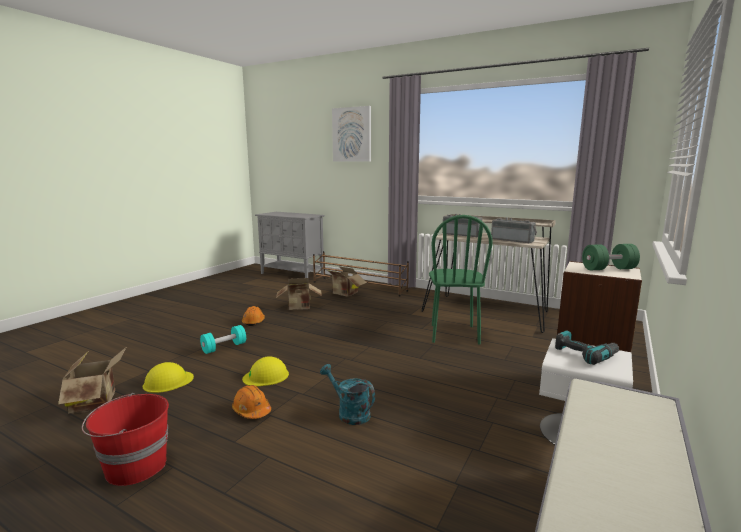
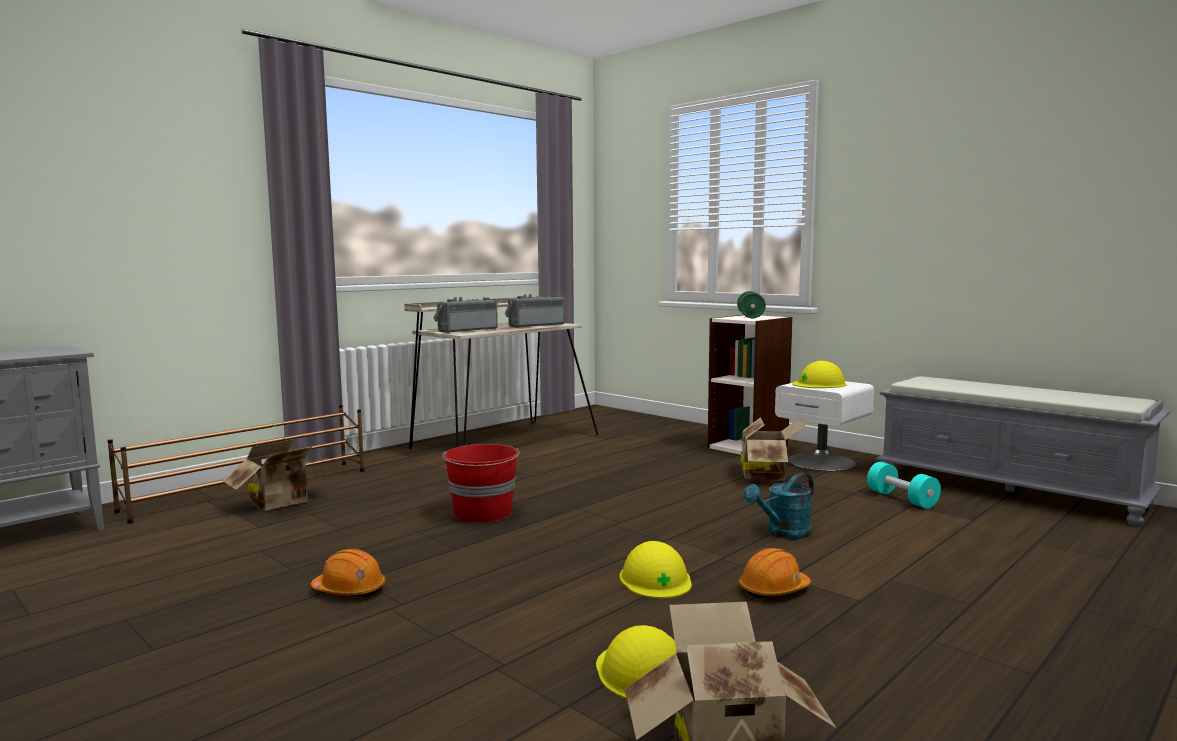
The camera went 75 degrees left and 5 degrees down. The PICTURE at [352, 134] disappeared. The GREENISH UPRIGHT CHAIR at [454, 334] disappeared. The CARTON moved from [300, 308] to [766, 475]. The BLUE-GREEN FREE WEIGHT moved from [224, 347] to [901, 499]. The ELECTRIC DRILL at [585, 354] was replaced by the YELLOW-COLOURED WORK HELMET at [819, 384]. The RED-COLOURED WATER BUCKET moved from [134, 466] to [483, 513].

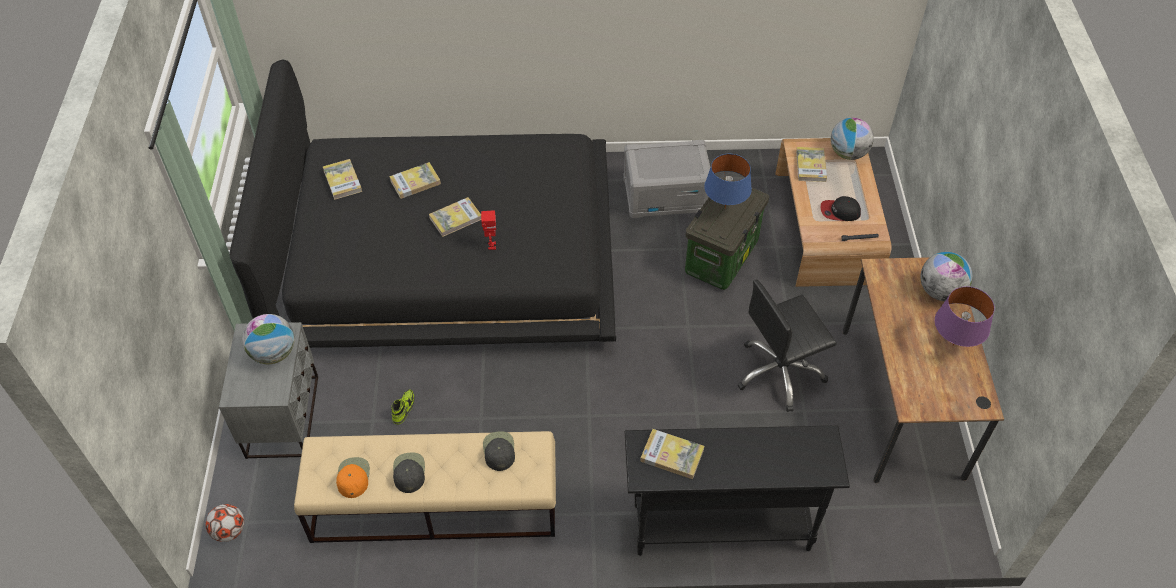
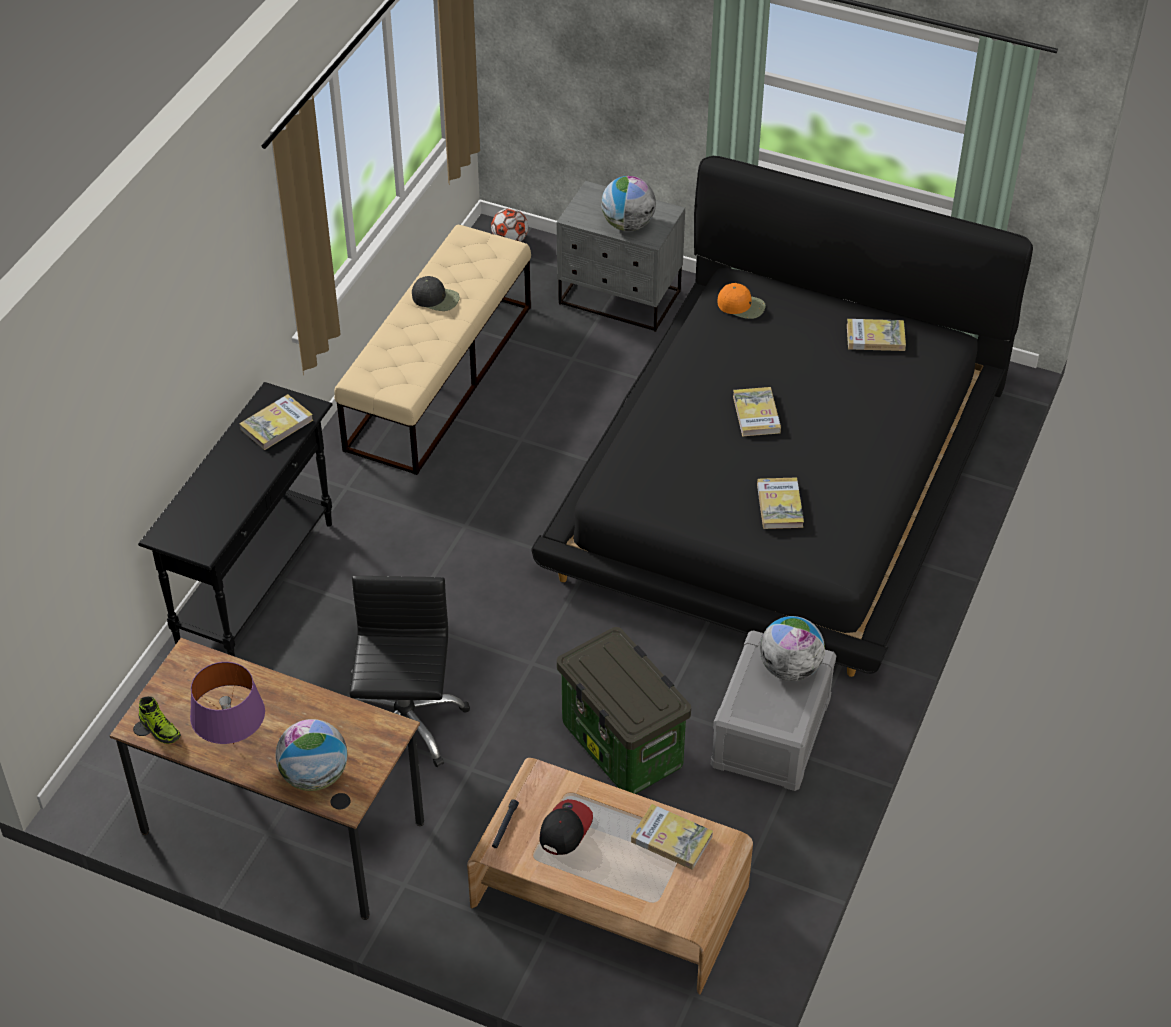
The camera went 115 degrees right and 5 degrees down. The WORLD GLOBE moved from [848, 153] to [790, 668]. The BLUE TABLE LAMP at [724, 208] disappeared. The BOUND BOOK moved from [415, 182] to [779, 505]. The ROBOT FIGURE at [491, 246] disappeared. The ITEM OF FOOTWEAR moved from [403, 409] to [160, 728]. The BLACKISH CAP at [498, 451] disappeared. The ORANGE CAP moved from [353, 477] to [741, 306].

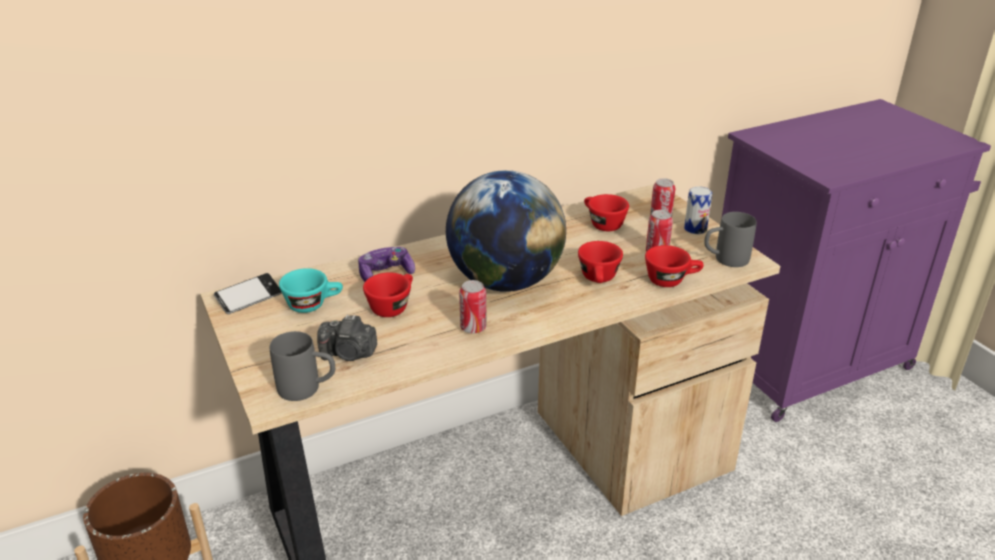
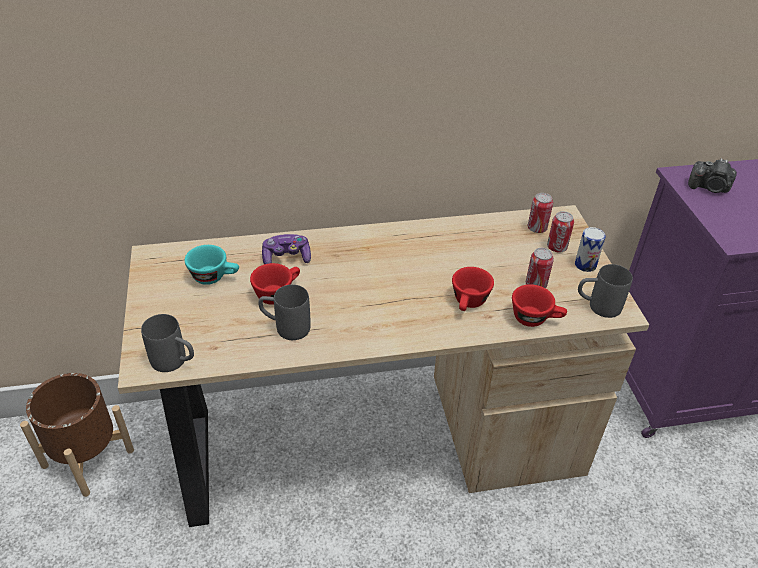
The camera went 15 degrees right and 10 degrees up. The WORLD GLOBE at [505, 282] disappeared. The RED-COLOURED SMALL CUP at [602, 224] disappeared. The PHONE at [249, 298] disappeared. The CAN moved from [473, 328] to [537, 228]. The STILL CAMERA moved from [349, 354] to [709, 188]. The GREYISH TEA MUG at [285, 327] appeared.

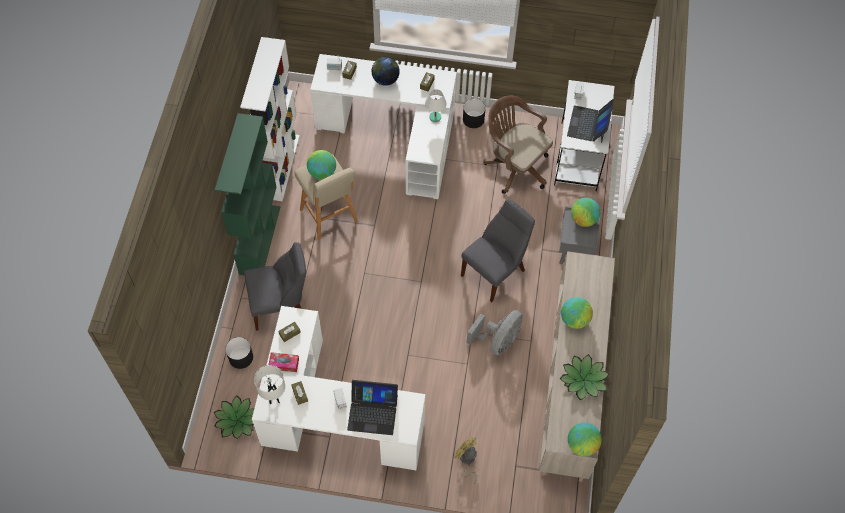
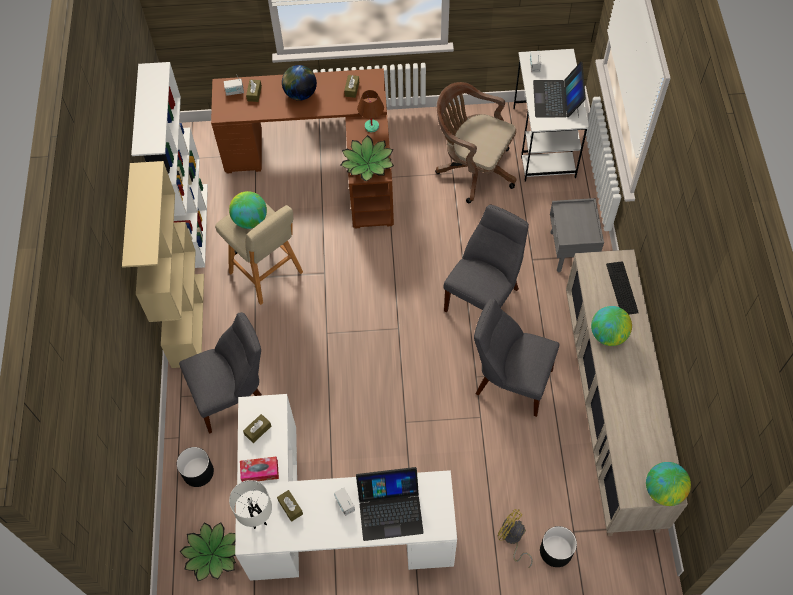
The camera went 10 degrees left and 0 degrees up. The WHITE-COLOURED DESK at [396, 135] became the BROWN DESK at [324, 161]. The WHITE-COLOURED TABLE LAMP at [435, 117] became the BROWN TABLE LAMP at [372, 126]. The BLACKISH PLANTER moved from [473, 119] to [555, 551]. The GREENISH BOOKSHELF at [259, 239] became the SAND-COLOURED BOOKSHELF at [187, 319]. The WORLD GLOBE at [583, 219] disappeared. The GREYISH COOLING FAN at [498, 341] was replaced by the GREYISH UPRIGHT CHAIR at [510, 381]. The PLANT IN A POT moved from [583, 380] to [368, 163]. The KEYBOARD at [622, 288] appeared.

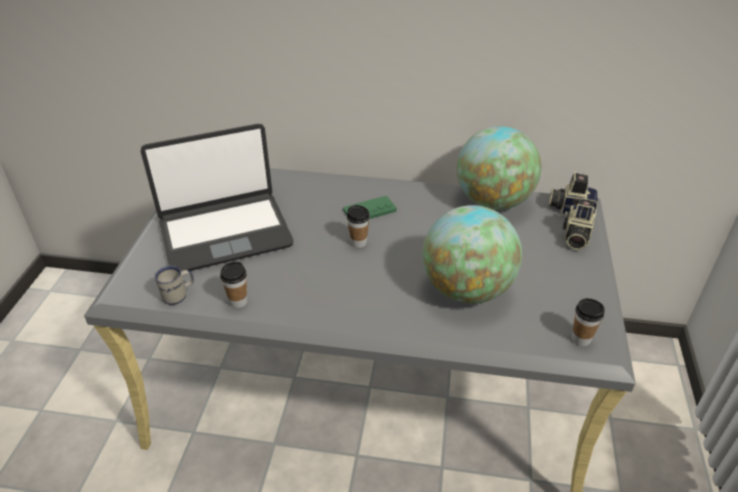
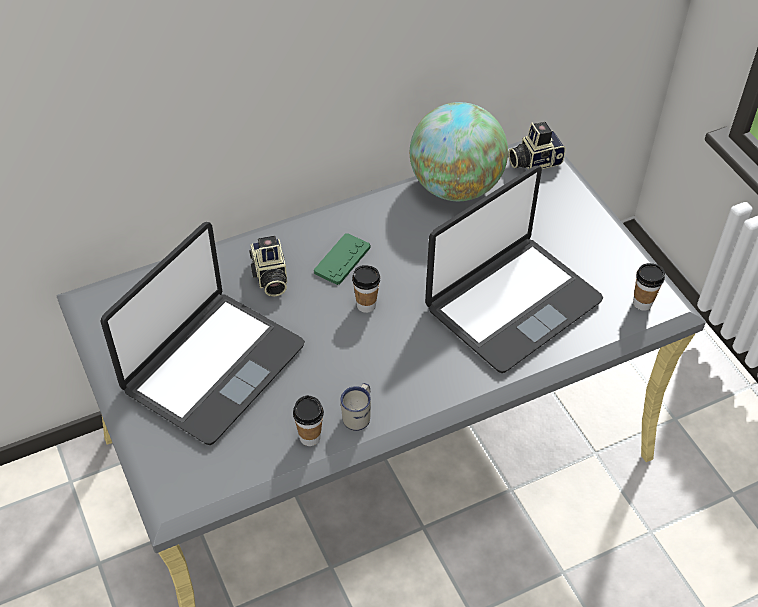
The camera went 35 degrees left and 10 degrees up. The STILL CAMERA moved from [575, 237] to [269, 277]. The WORLD GLOBE at [466, 289] was replaced by the LAPTOP at [512, 304]. The WHITE-COLOURED TEA MUG moved from [179, 295] to [359, 415].

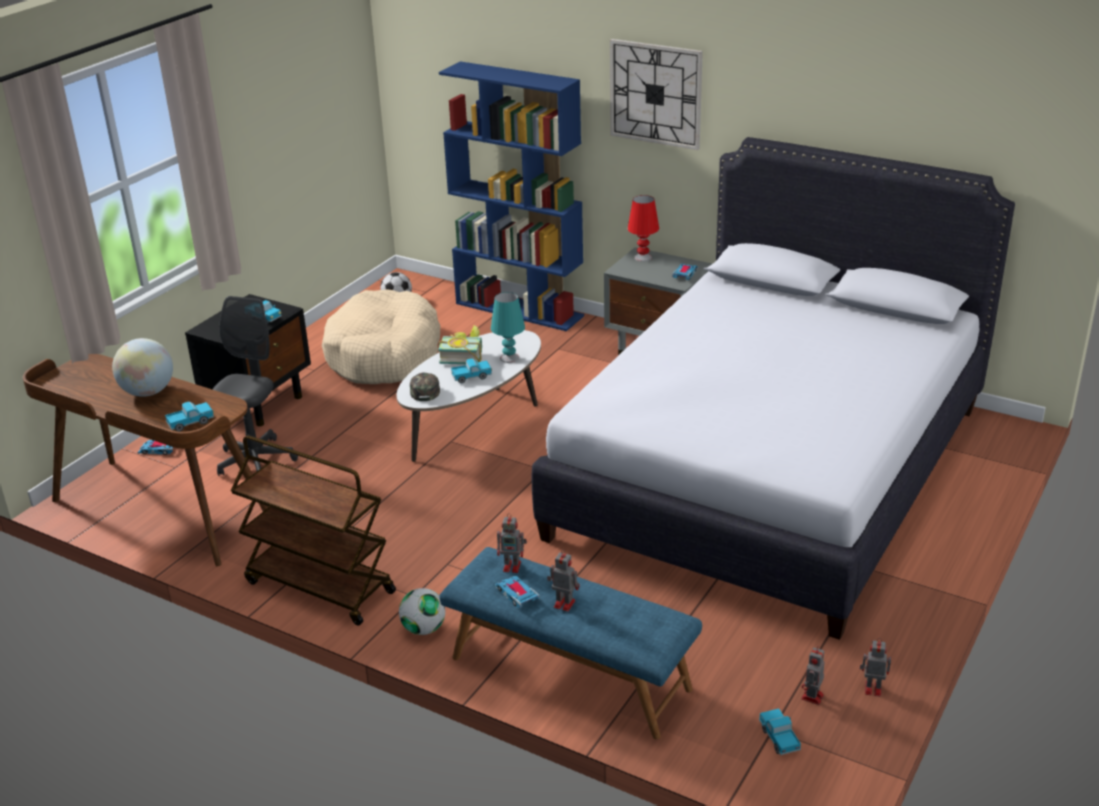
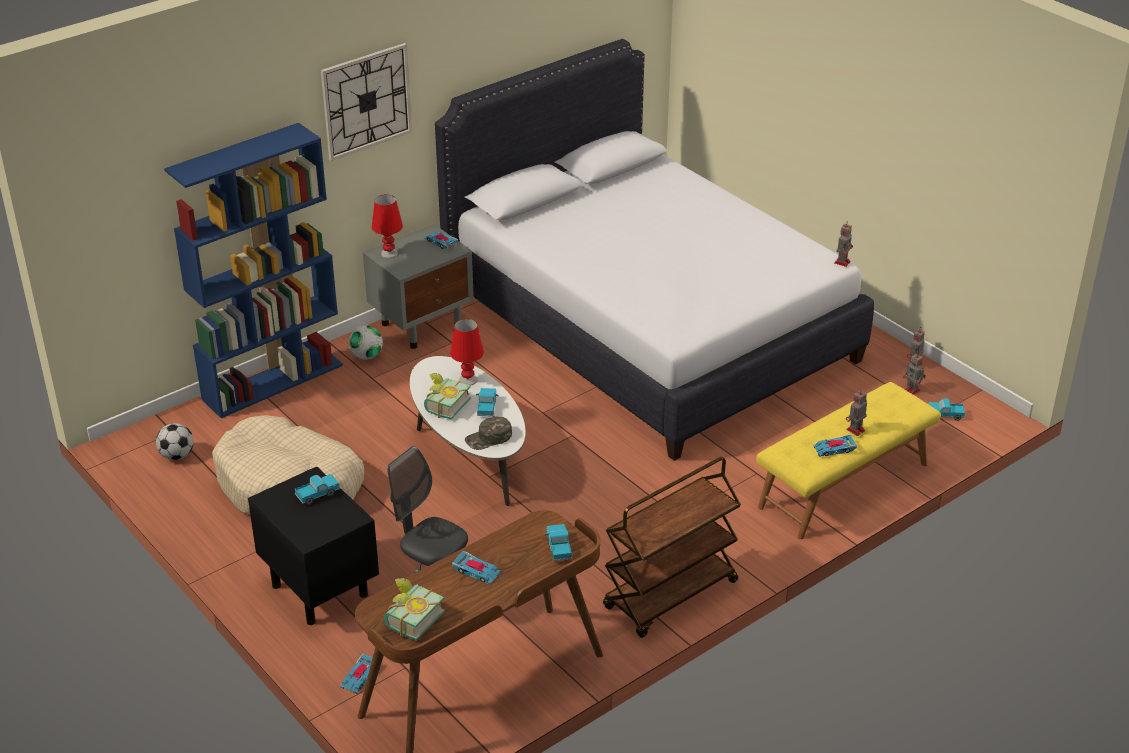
The camera went 70 degrees left and 5 degrees up. The BLUE-GREEN TABLE LAMP at [509, 358] became the RED-COLOURED TABLE LAMP at [468, 380]. The WORLD GLOBE at [148, 392] was replaced by the MINIATURE CAR at [476, 571]. The GREENISH CAP at [424, 389] turned 45 degrees counterclockwise. The ROBOT FIGURE moved from [513, 566] to [842, 262]. The BLUE BENCH at [569, 674] became the YELLOW-COLOURED BENCH at [844, 486]. The FOOTBALL BALL moved from [423, 629] to [366, 356]. The BOUND BOOK at [410, 619] appeared.

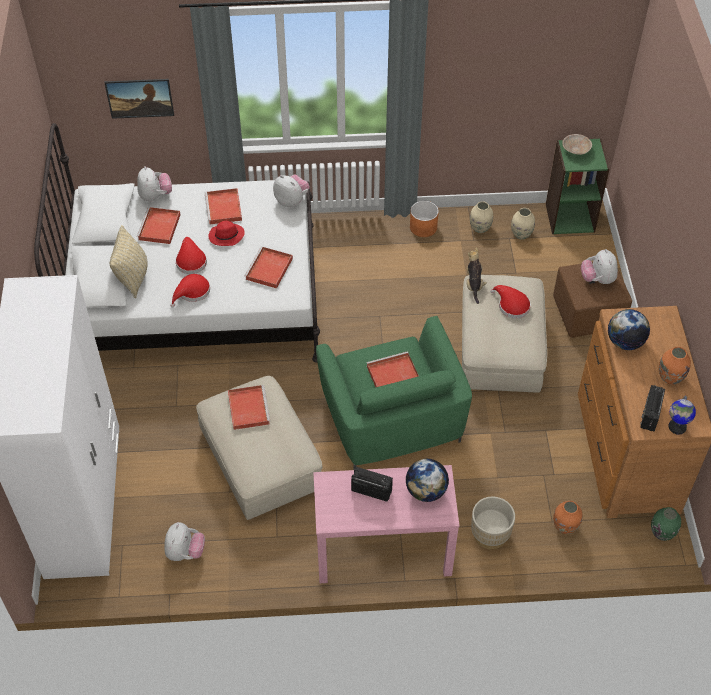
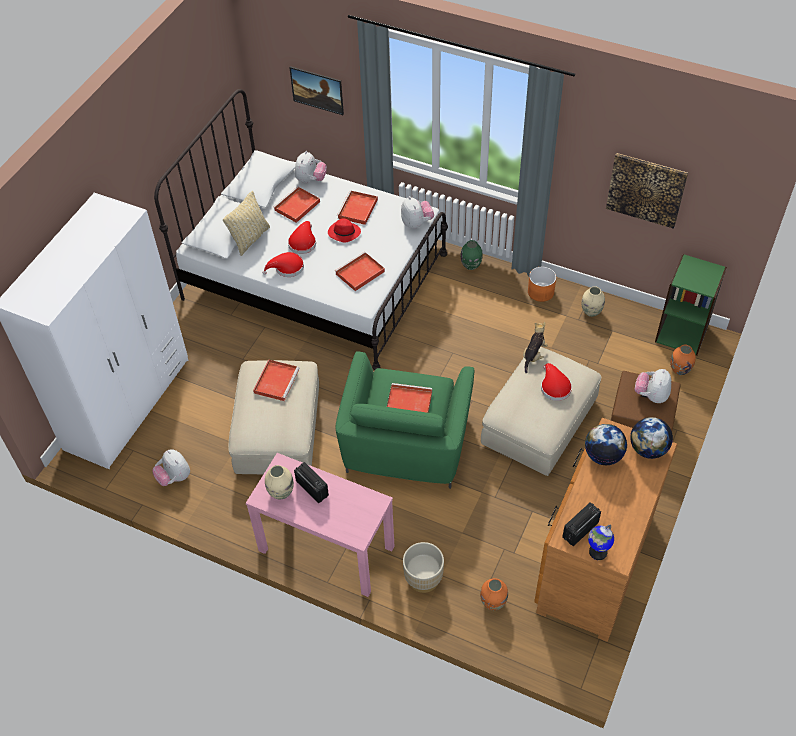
The camera went 30 degrees right and 0 degrees up. The SAND-COLOURED BOWL at [576, 150] disappeared. The SAND-COLOURED DECORATIVE VASE moved from [521, 235] to [281, 492]. The ORANGE DECORATIVE VASE moved from [670, 377] to [679, 369]. The WORLD GLOBE moved from [425, 491] to [647, 449]. The GREENISH DECORATIVE VASE moved from [662, 533] to [471, 265]. The PLUSH TOY at [185, 552] turned 105 degrees clockwise. The PICTURE at [646, 189] appeared.

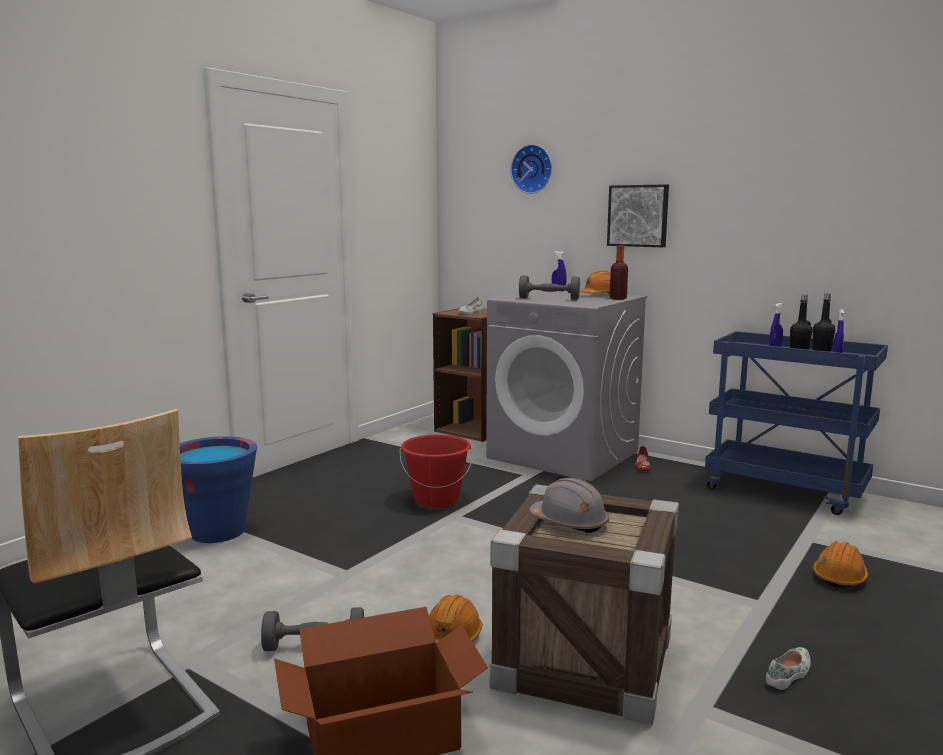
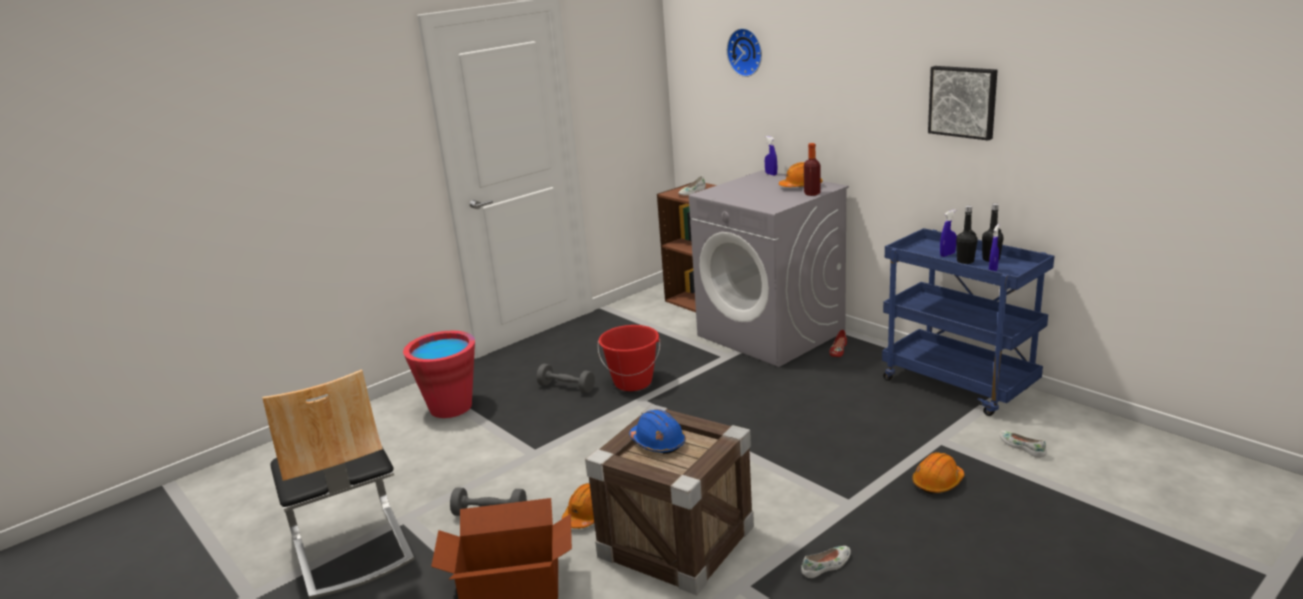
The camera went 15 degrees right and 10 degrees up. The PICTURE moved from [638, 216] to [963, 101]. The GREYISH FREE WEIGHT moved from [549, 299] to [566, 387]. The BLUE WATER BUCKET at [217, 531] became the RED-COLOURED WATER BUCKET at [451, 407]. The GREYISH WORK HELMET at [569, 522] became the BLUE WORK HELMET at [658, 442]. The WHITE-COLOURED ITEM OF FOOTWEAR at [1022, 447] appeared.

